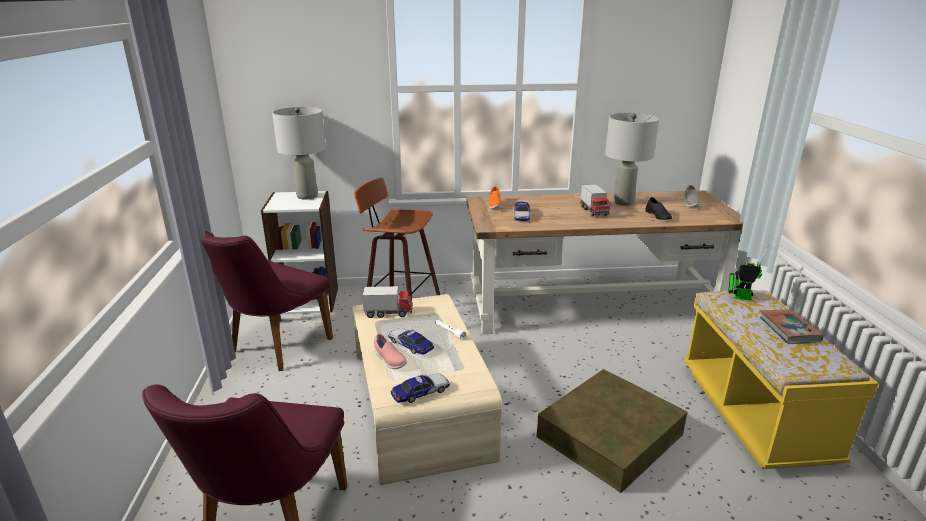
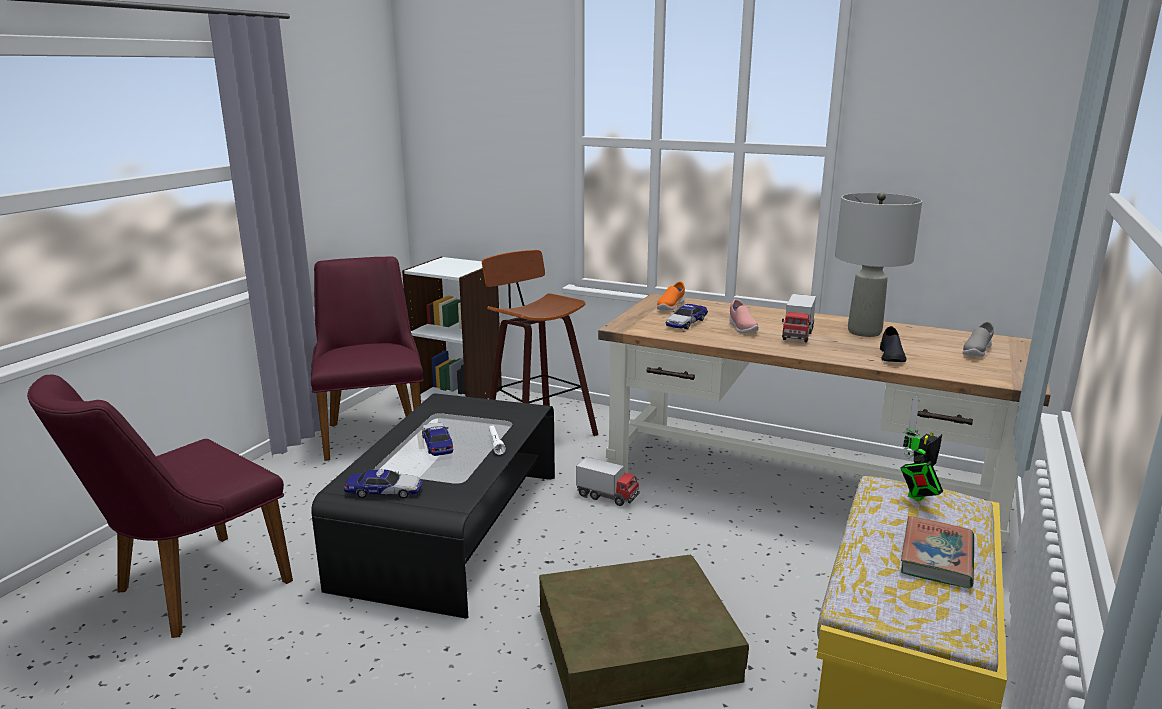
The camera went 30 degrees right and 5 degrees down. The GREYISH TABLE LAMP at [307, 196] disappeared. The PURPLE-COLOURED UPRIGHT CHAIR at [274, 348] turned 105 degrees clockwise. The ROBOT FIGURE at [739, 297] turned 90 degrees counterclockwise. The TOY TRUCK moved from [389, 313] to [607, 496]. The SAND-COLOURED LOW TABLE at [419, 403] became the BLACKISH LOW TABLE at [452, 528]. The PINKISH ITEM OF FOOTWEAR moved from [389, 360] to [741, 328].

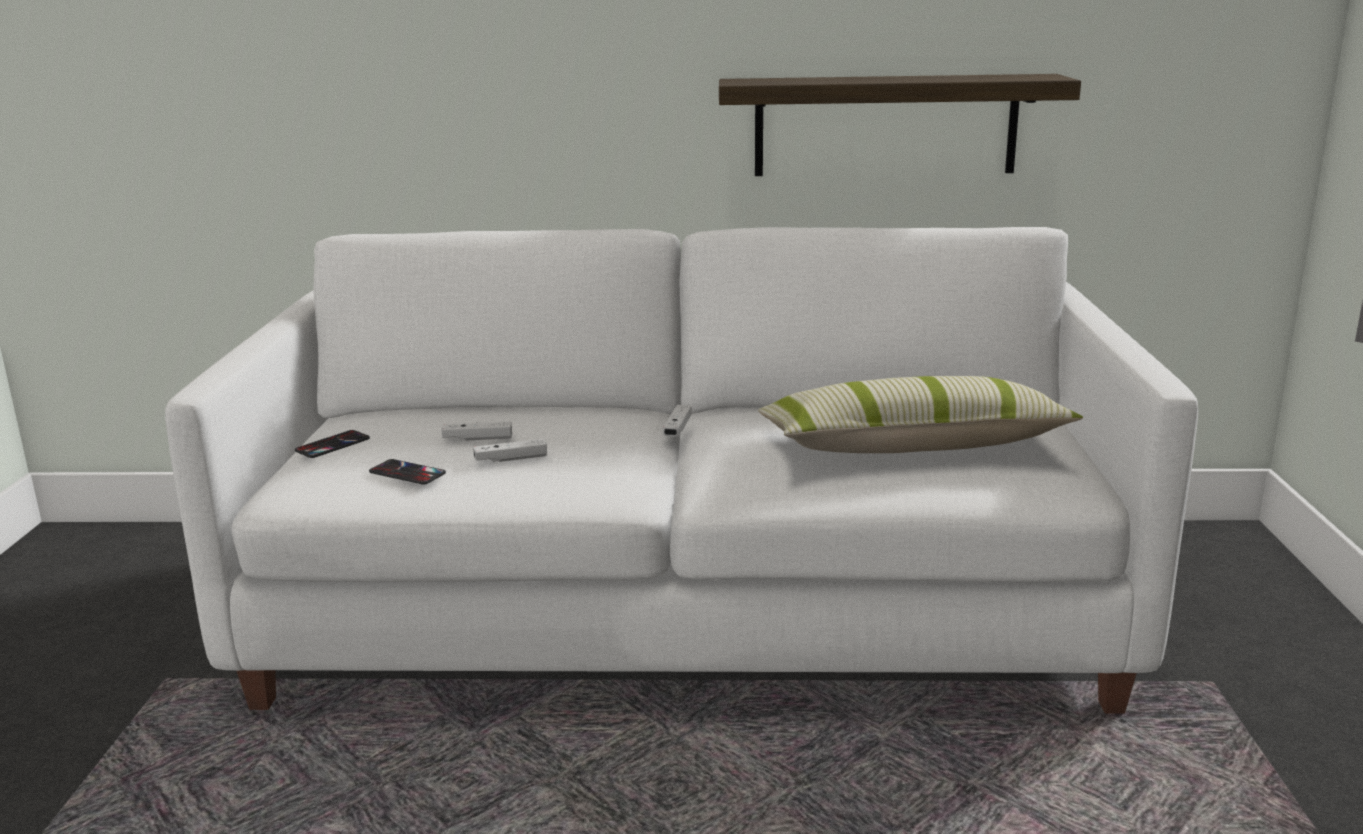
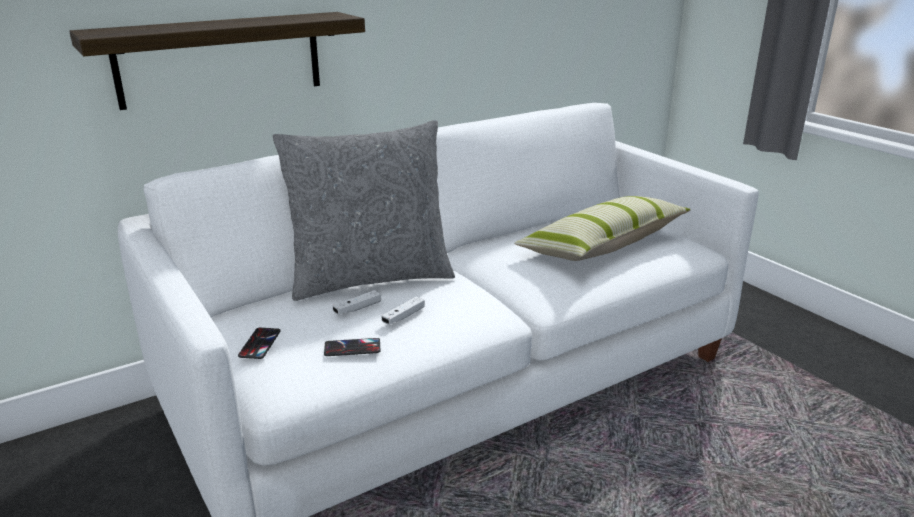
The camera went 35 degrees left and 5 degrees up. The WALL SHELF moved from [885, 125] to [220, 59]. The WHITE-COLOURED JOYPAD at [677, 429] disappeared. The GREYISH THROW PILLOW at [370, 277] appeared.

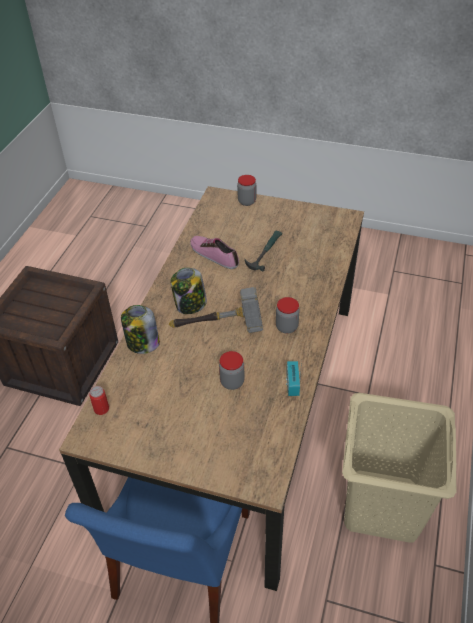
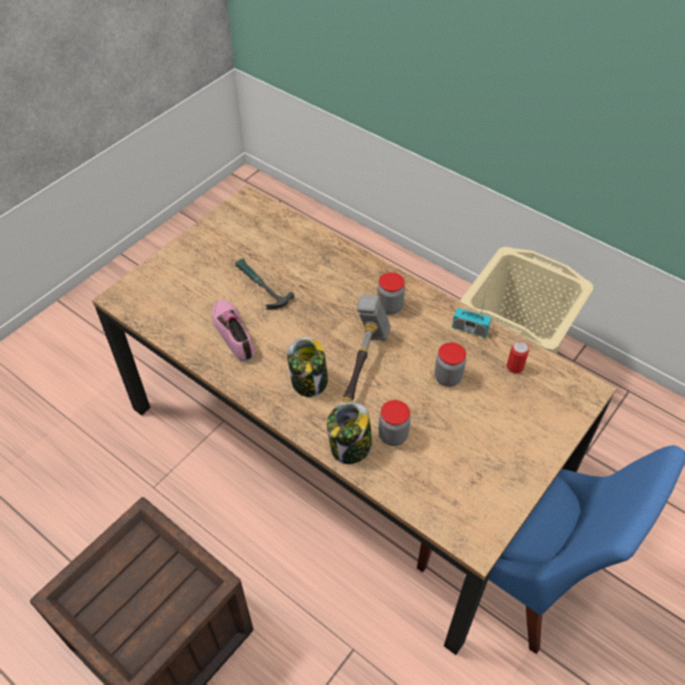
The camera went 70 degrees left and 5 degrees up. The STORAGE JAR moved from [247, 201] to [393, 435]. The ITEM OF FOOTWEAR at [214, 255] turned 90 degrees clockwise. The CAN moved from [101, 409] to [515, 367].

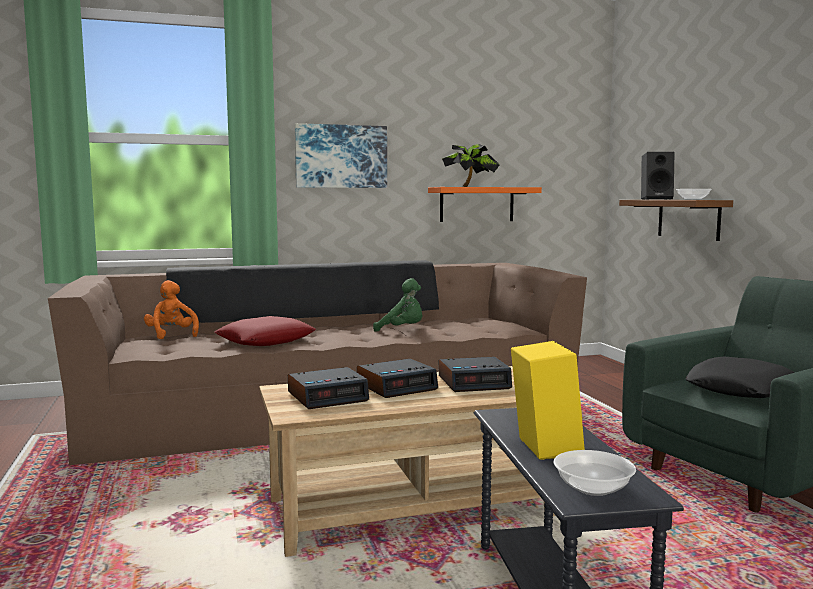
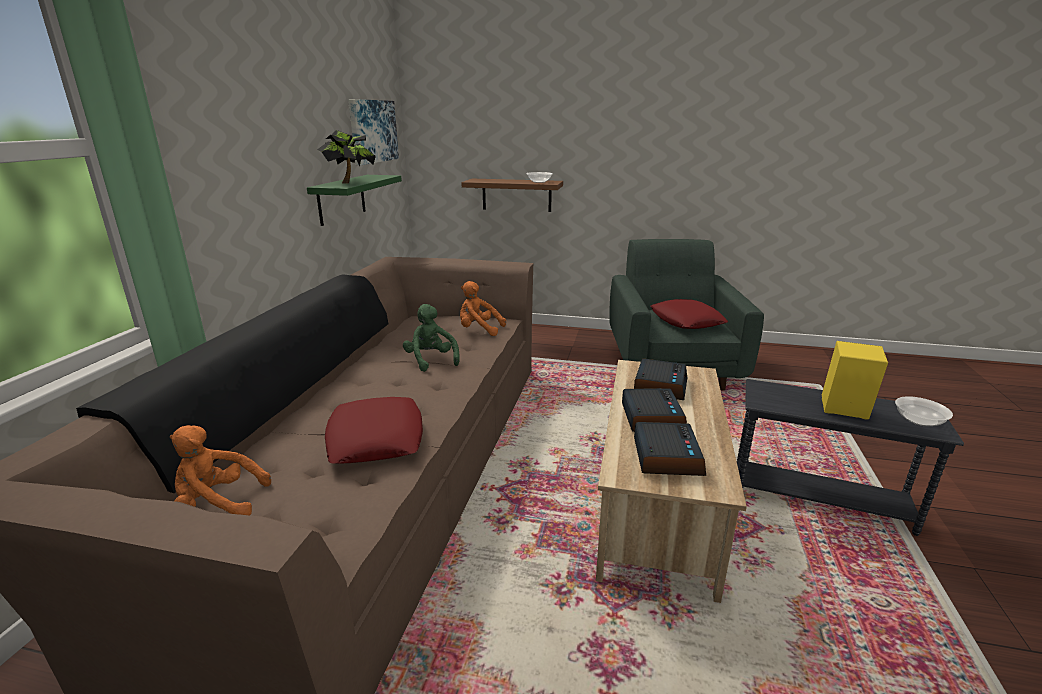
The camera went 60 degrees left and 15 degrees up. The PICTURE moved from [341, 156] to [372, 131]. The BLACKISH LOUDSPEAKER at [656, 199] disappeared. The ORANGE WALL SHELF at [477, 204] became the GREENISH WALL SHELF at [341, 199]. The GREENISH PLUSH TOY at [402, 330] turned 75 degrees counterclockwise. The BLACKISH THROW PILLOW at [740, 388] became the RED-COLOURED THROW PILLOW at [686, 321]. The ORANGE PLUSH TOY at [479, 330] appeared.

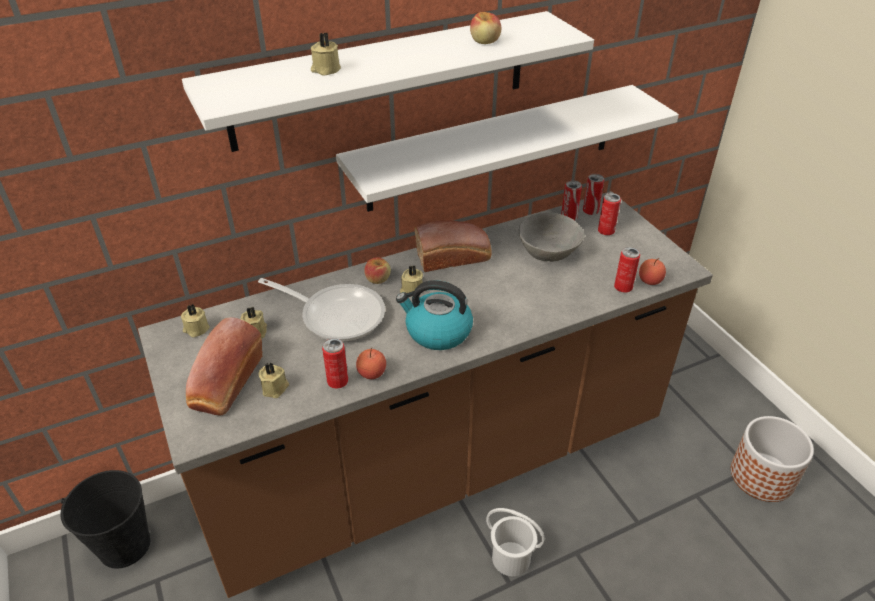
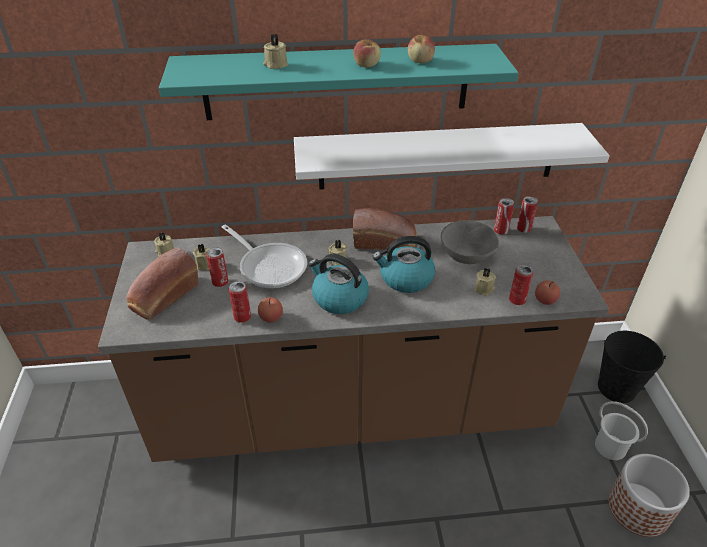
The camera went 20 degrees right and 0 degrees up. The WHITE-COLOURED WALL SHELF at [382, 80] became the BLUE-GREEN WALL SHELF at [336, 82]. The CAN moved from [606, 231] to [220, 282]. The WHOLE APPLE moved from [378, 279] to [367, 65]. The SAND-COLOURED WAX LIGHT moved from [275, 388] to [484, 289]. The BLACKISH WATER BUCKET moved from [124, 545] to [616, 387]. The WHITE-COLOURED WATER BUCKET moved from [511, 557] to [610, 446]. The WATER KETTLE at [405, 279] appeared.

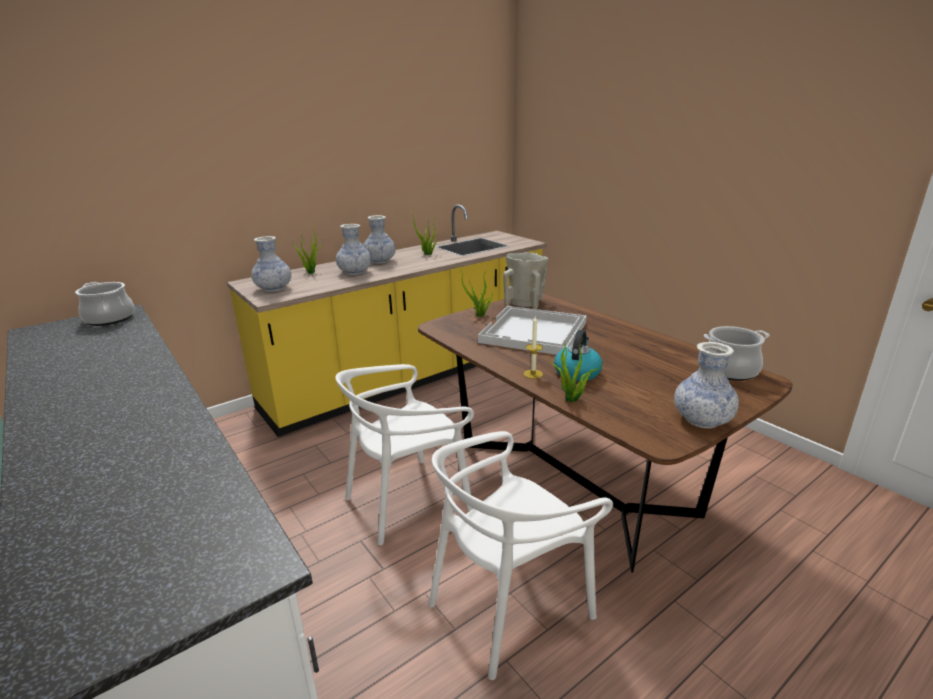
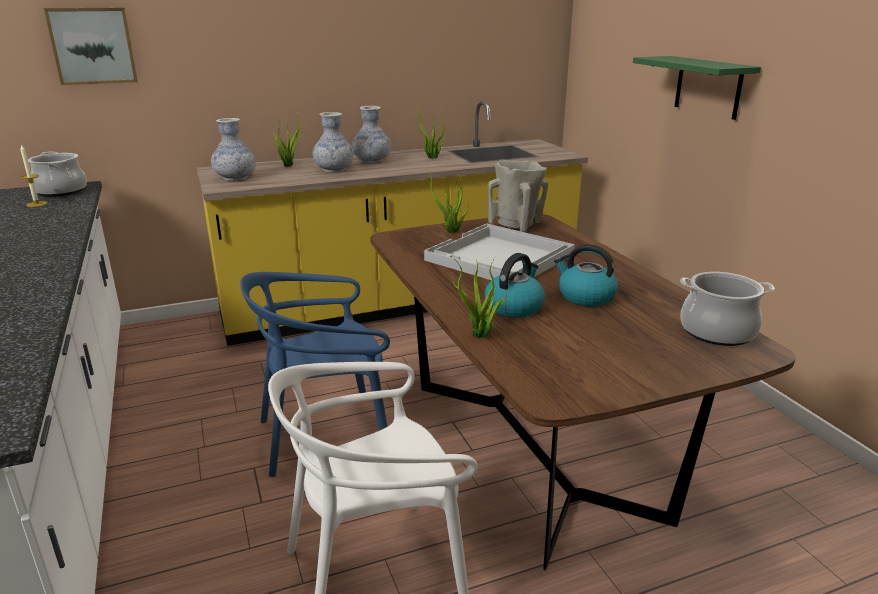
The camera went 15 degrees right and 0 degrees up. The WAX LIGHT moved from [533, 374] to [36, 204]. The DECORATIVE VASE at [702, 420] disappeared. The WHITE-COLOURED UPRIGHT CHAIR at [408, 500] became the BLUE UPRIGHT CHAIR at [326, 436]. The PICTURE at [93, 46] appeared. The GREENISH WALL SHELF at [708, 87] appeared. The WATER KETTLE at [585, 297] appeared.

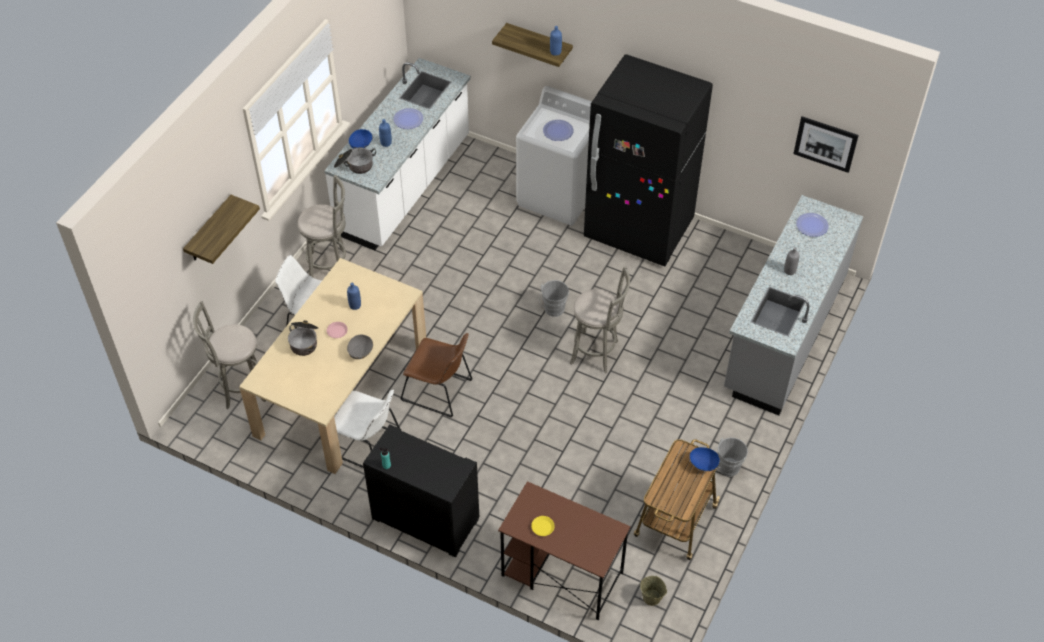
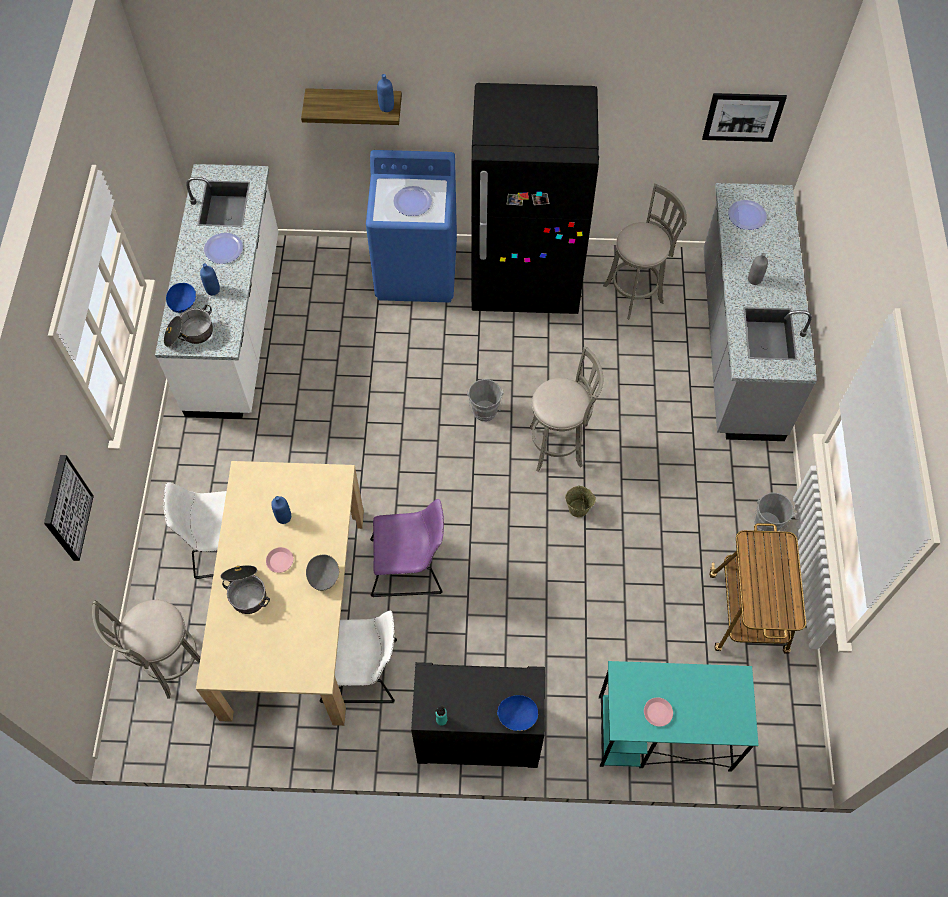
The camera went 25 degrees left and 10 degrees up. The WHITE-COLOURED LAUNDRY MACHINE at [559, 195] became the BLUE LAUNDRY MACHINE at [417, 271]. The GREYISH STOOL moved from [331, 267] to [636, 292]. The WALL SHELF at [209, 230] was replaced by the PICTURE at [66, 508]. The BROWN UPRIGHT CHAIR at [439, 391] became the PURPLE-COLOURED UPRIGHT CHAIR at [410, 566]. The BLUE BOWL moved from [703, 464] to [517, 717]. The BROWN DESK at [561, 574] became the BLUE-GREEN DESK at [662, 733]. The YELLOW-COLOURED DINNER PLATE at [543, 527] became the PINKISH DINNER PLATE at [658, 713]. The SAND-COLOURED WATER BUCKET moved from [652, 598] to [578, 508].

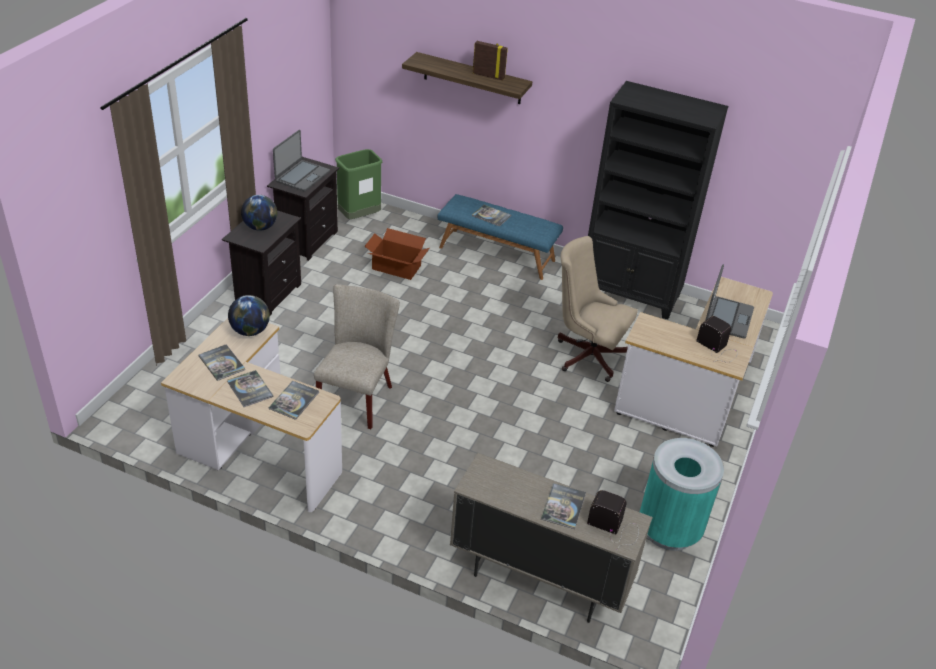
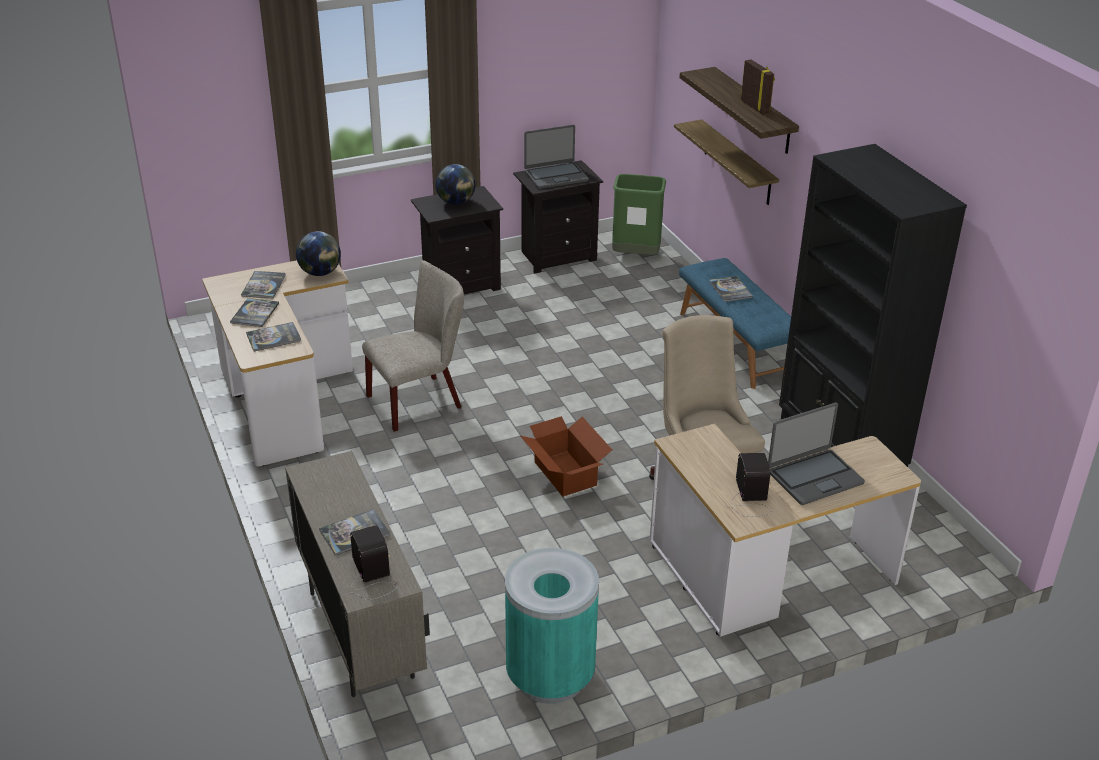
The camera went 45 degrees right and 5 degrees down. The CARTON moved from [396, 268] to [565, 474]. The WALL SHELF at [737, 163] appeared.

